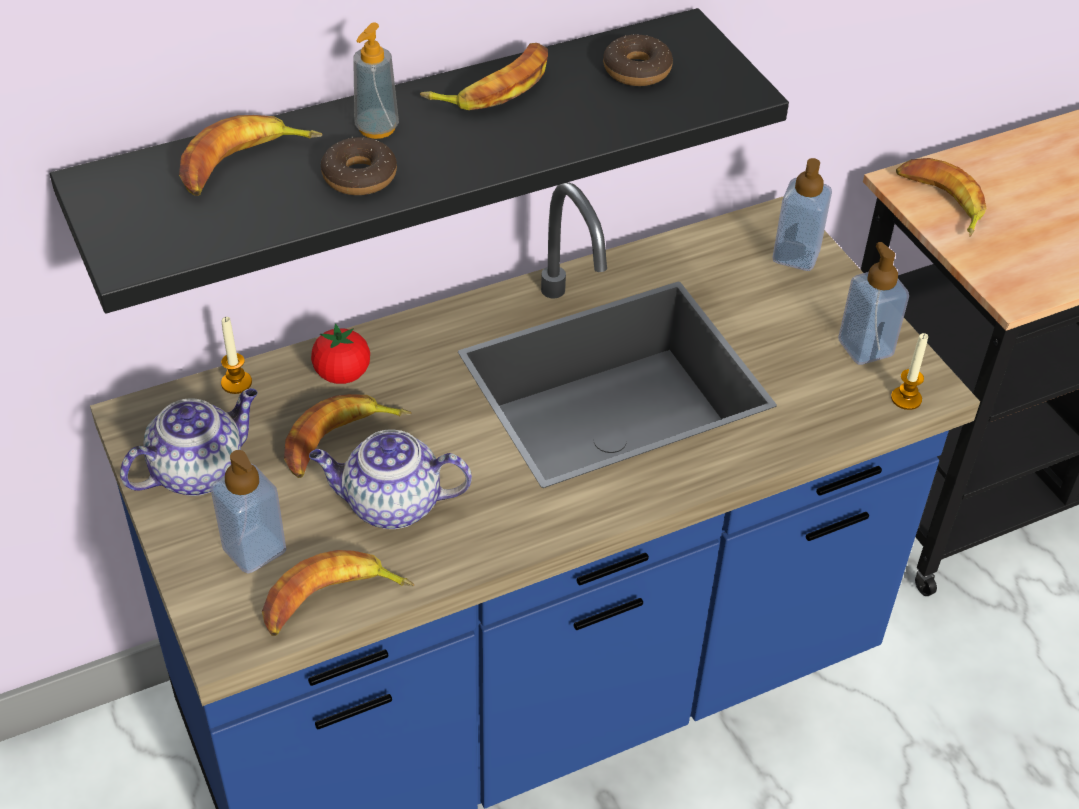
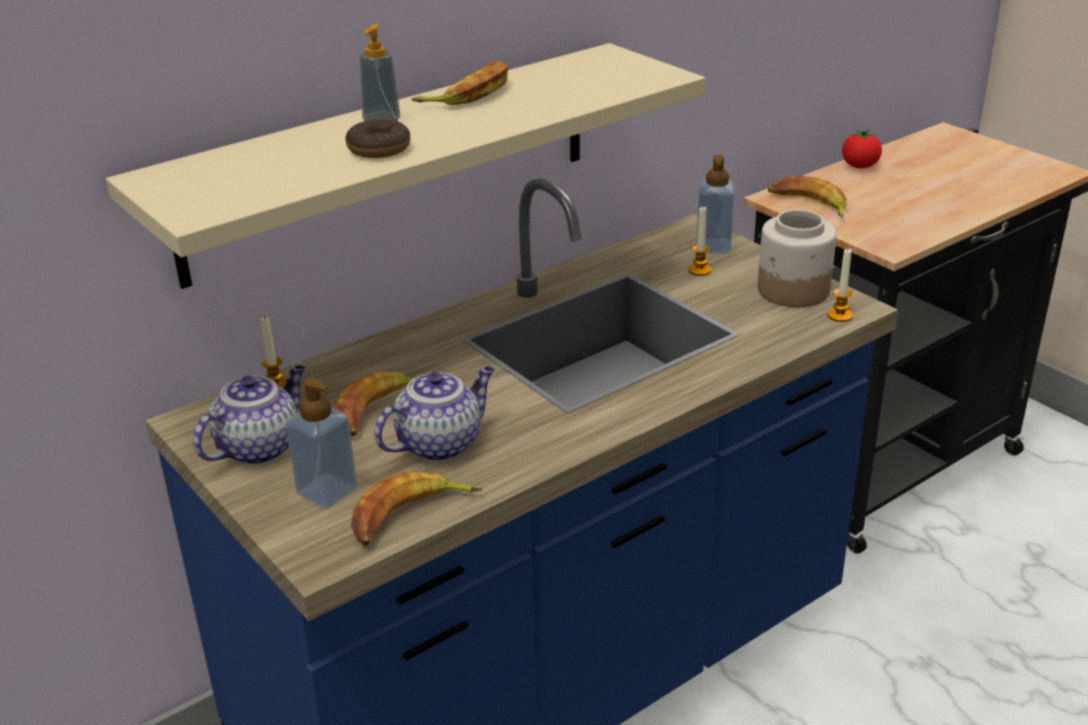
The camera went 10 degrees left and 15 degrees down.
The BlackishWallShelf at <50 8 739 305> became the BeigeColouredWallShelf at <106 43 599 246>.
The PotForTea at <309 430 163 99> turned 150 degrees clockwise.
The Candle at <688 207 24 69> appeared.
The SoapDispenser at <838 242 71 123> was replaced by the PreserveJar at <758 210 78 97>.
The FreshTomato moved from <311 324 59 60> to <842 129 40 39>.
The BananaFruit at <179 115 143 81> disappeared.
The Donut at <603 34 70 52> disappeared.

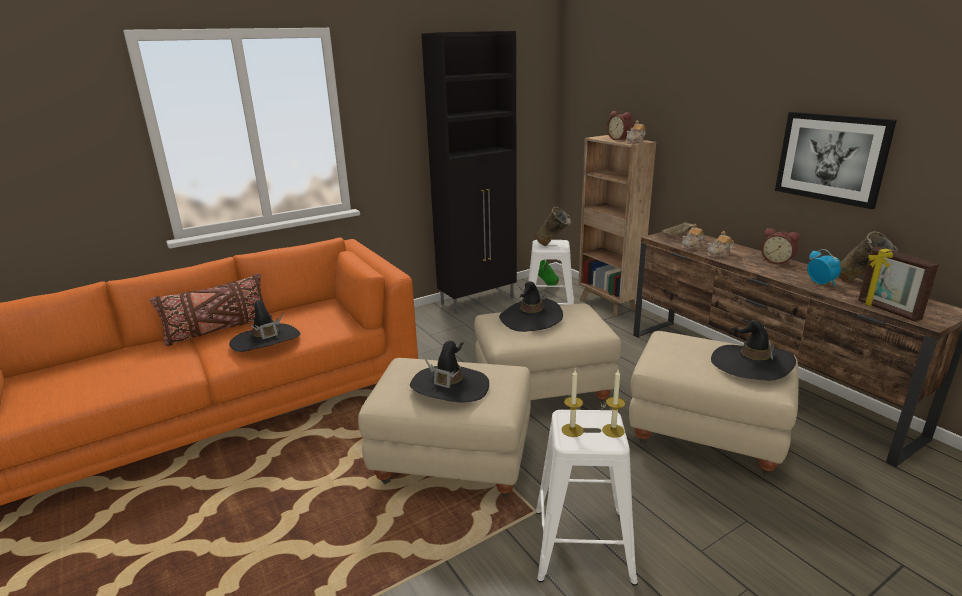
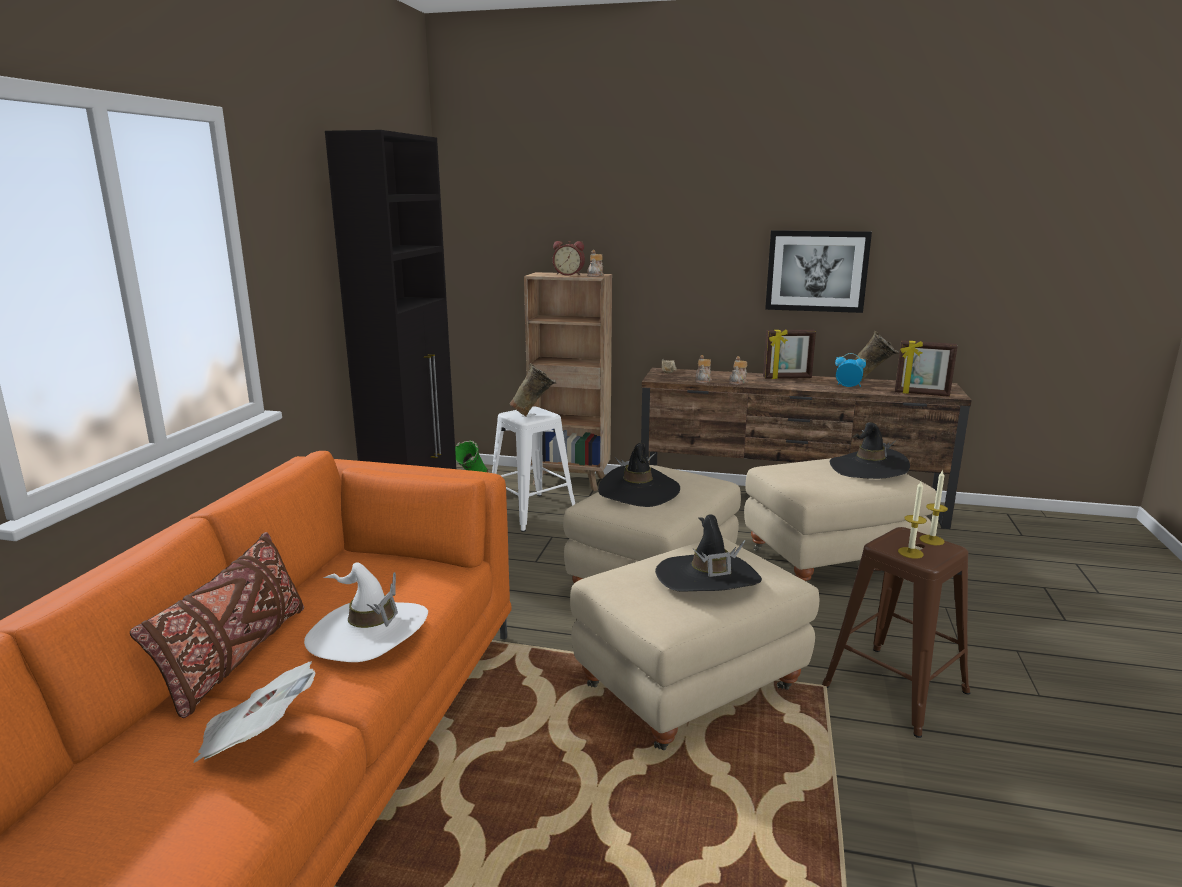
The camera went 45 degrees left and 5 degrees down.
The PrintedPaper at <194 661 121 102> appeared.
The BlackishWearableHat at <229 300 71 52> became the WhiteWearableHat at <304 562 124 100>.
The AlarmClock at <761 228 38 37> was replaced by the PhotoFrame at <763 329 53 50>.
The WhiteStool at <535 410 103 176> became the BrownColouredStool at <822 527 148 211>.

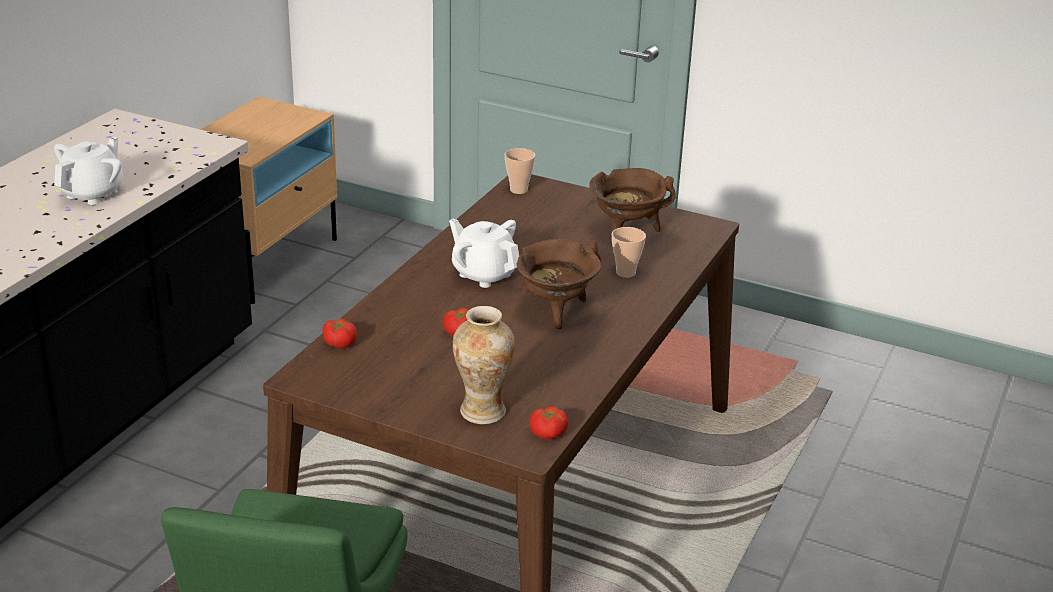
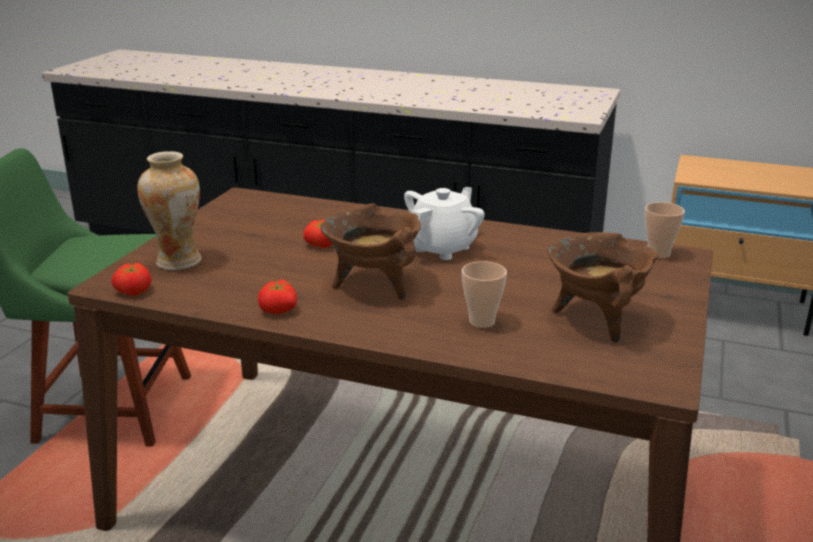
The camera went 85 degrees right and 5 degrees down.
The FreshTomato moved from <322 319 35 29> to <258 280 39 34>.
The WhitePotForTea at <54 137 69 68> disappeared.

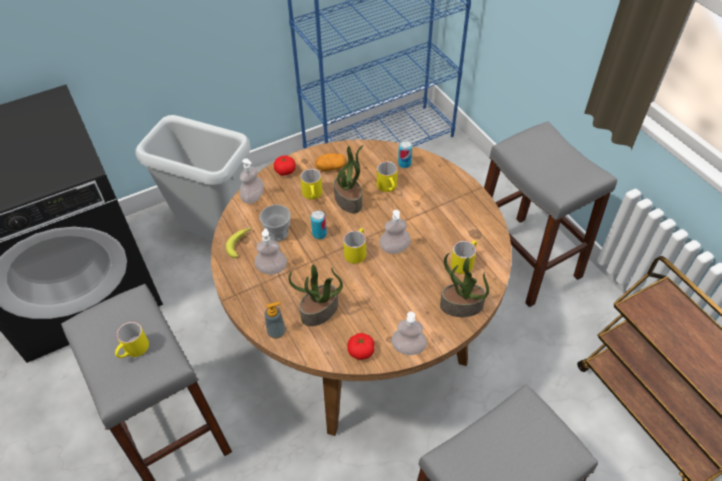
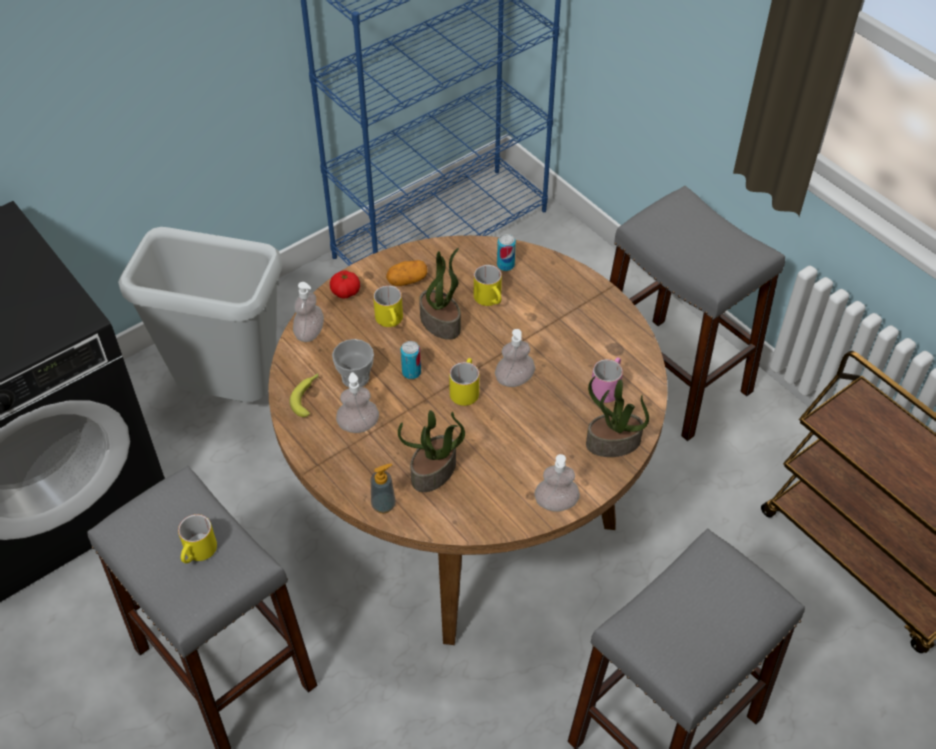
The camera went 10 degrees left and 0 degrees up.
The YellowColouredMug at <451 240 26 34> became the PinkMug at <592 357 31 46>.
The FreshTomato at <347 333 28 27> disappeared.

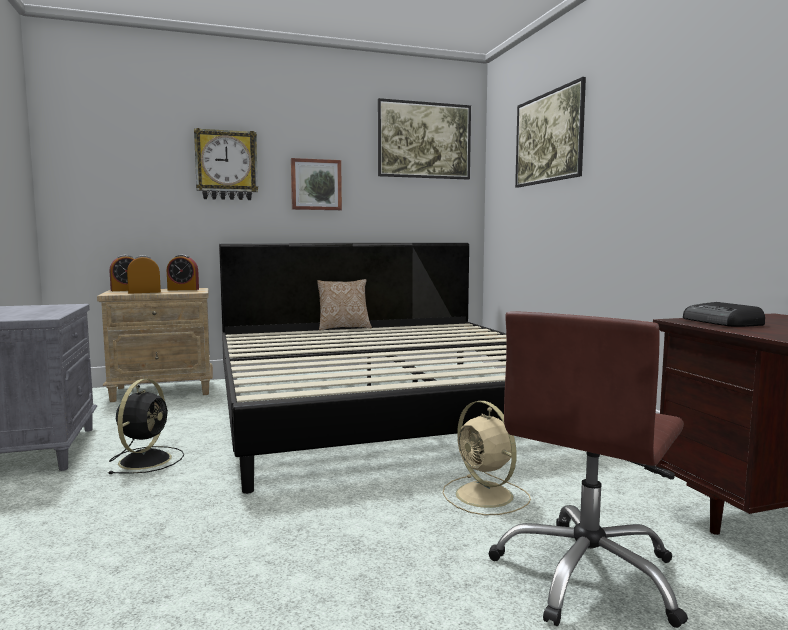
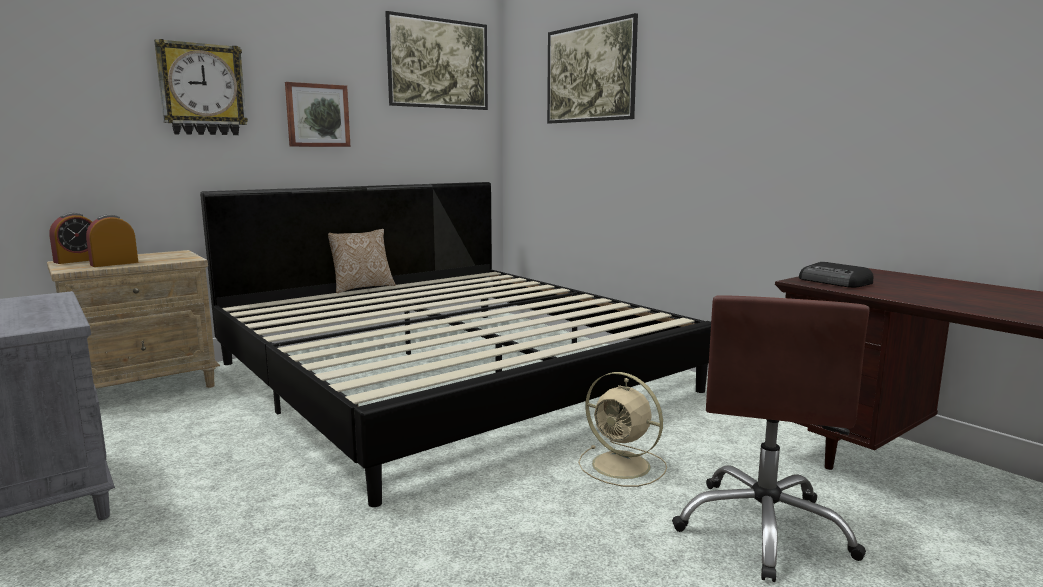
The camera went 20 degrees left and 5 degrees up.
The BlackishFan at <109 379 75 95> disappeared.
The AlarmClock at <167 255 32 35> disappeared.

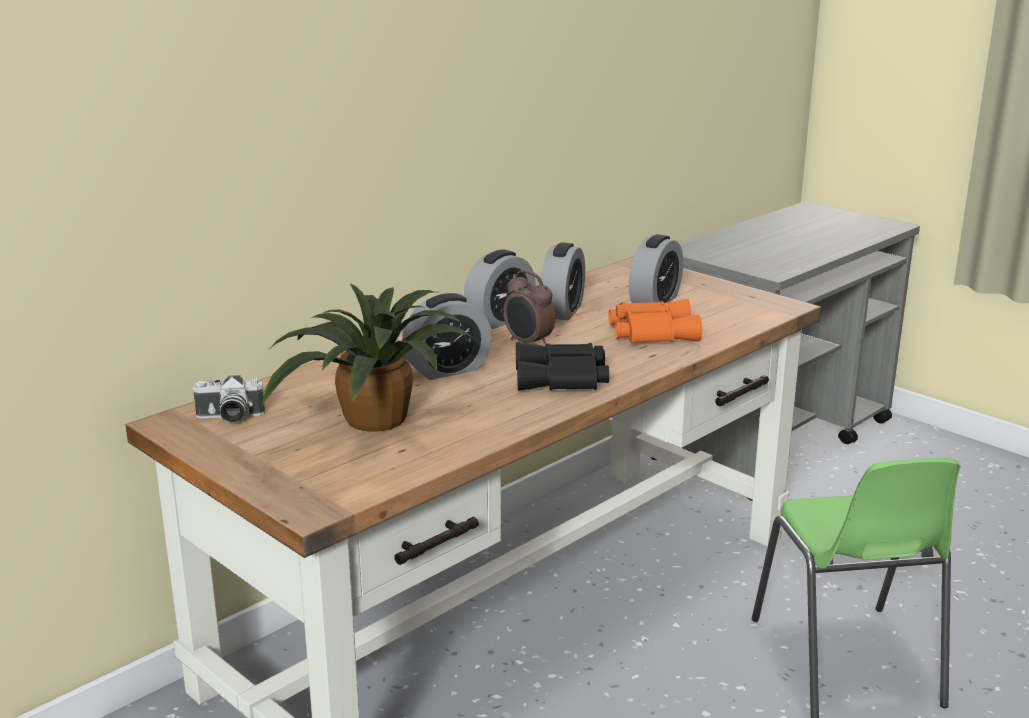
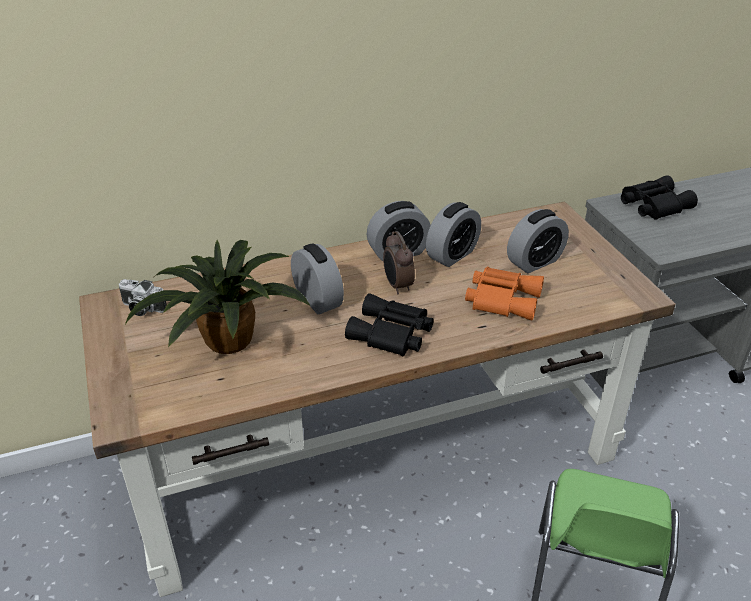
The camera went 25 degrees right and 15 degrees up.
The AlarmClock at <402 293 90 87> turned 120 degrees counterclockwise.
The BlackishFieldGlasses at <621 175 77 45> appeared.

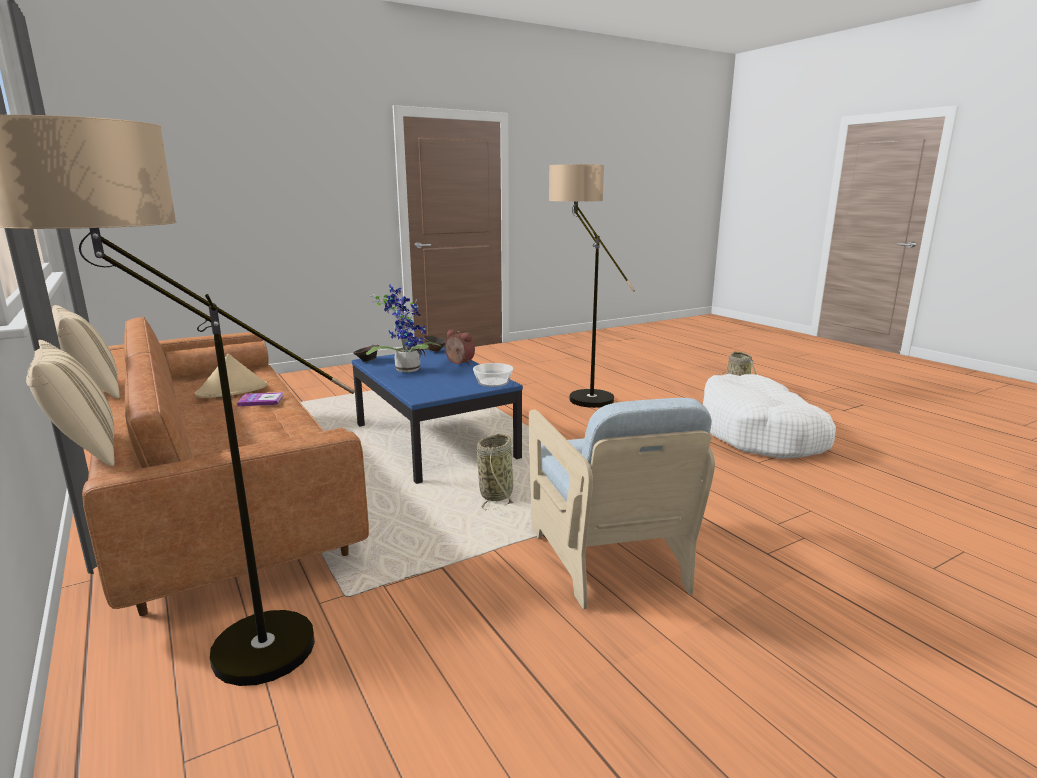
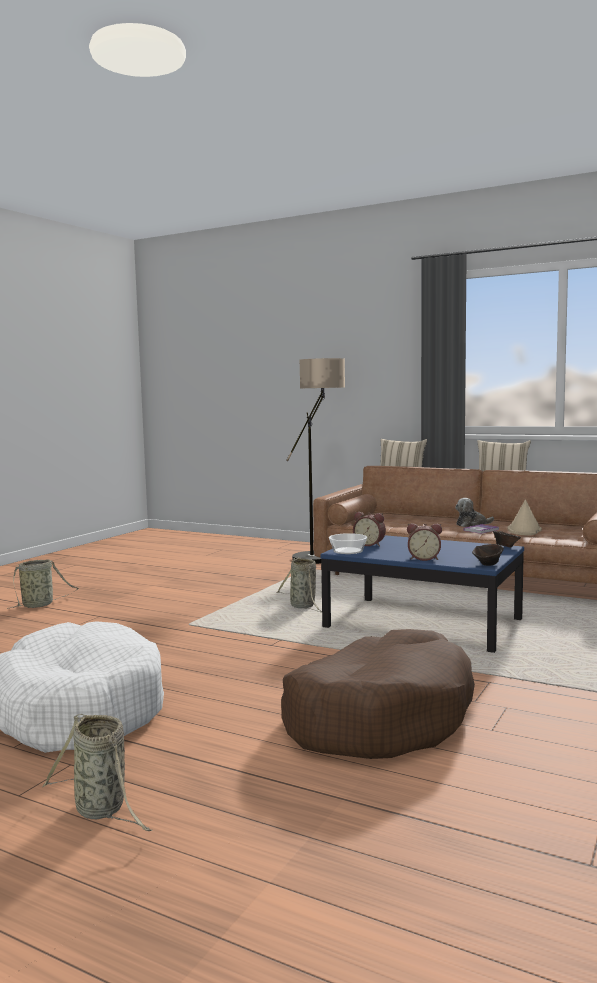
The camera went 150 degrees right and 10 degrees down.
The StorageBasket at <7 559 72 50> appeared.
The StandardLamp at <549 164 86 244> was replaced by the BrownColouredDogBed at <281 629 194 130>.
The AlarmClock at <353 512 33 34> appeared.
The CuddlyToy at <455 498 39 29> appeared.
The Houseplant at <366 284 75 88> disappeared.
The BeigeColouredLoungeChair at <529 398 186 211> disappeared.

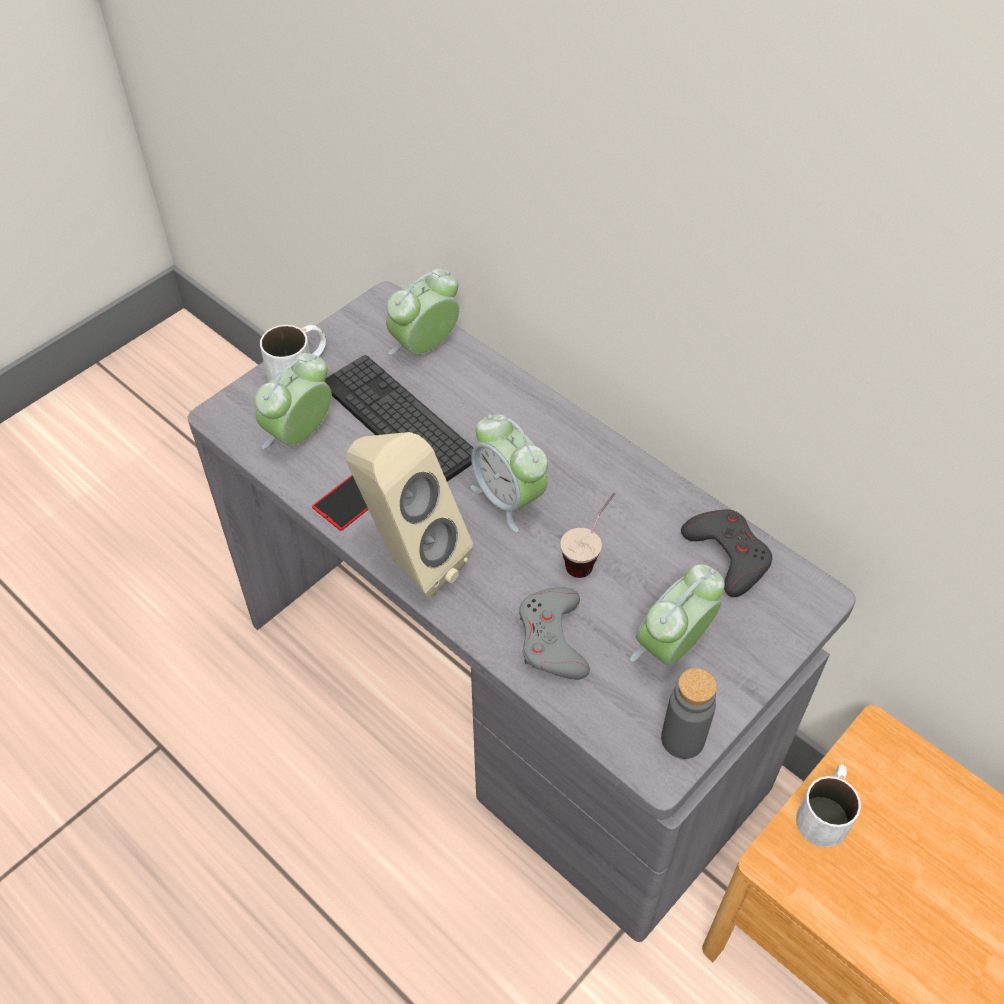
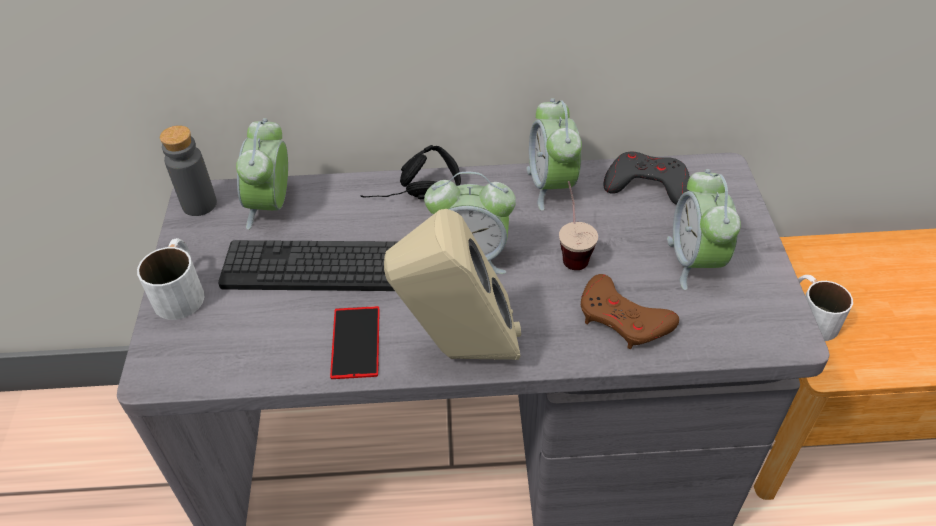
The camera went 45 degrees left and 5 degrees down.
The GreyishDrinkBottle moved from <661 668 56 91> to <160 125 57 91>.
The BlackishHeadphones at <360 145 101 54> appeared.
The AlarmClock moved from <255 353 77 96> to <526 98 56 113>.
The GreyishGamepad at <519 587 71 93> became the BrownColouredGamepad at <581 274 98 75>.

